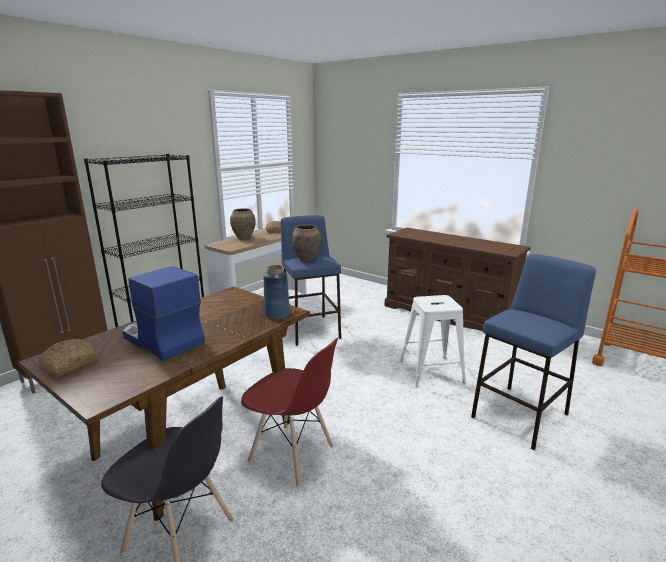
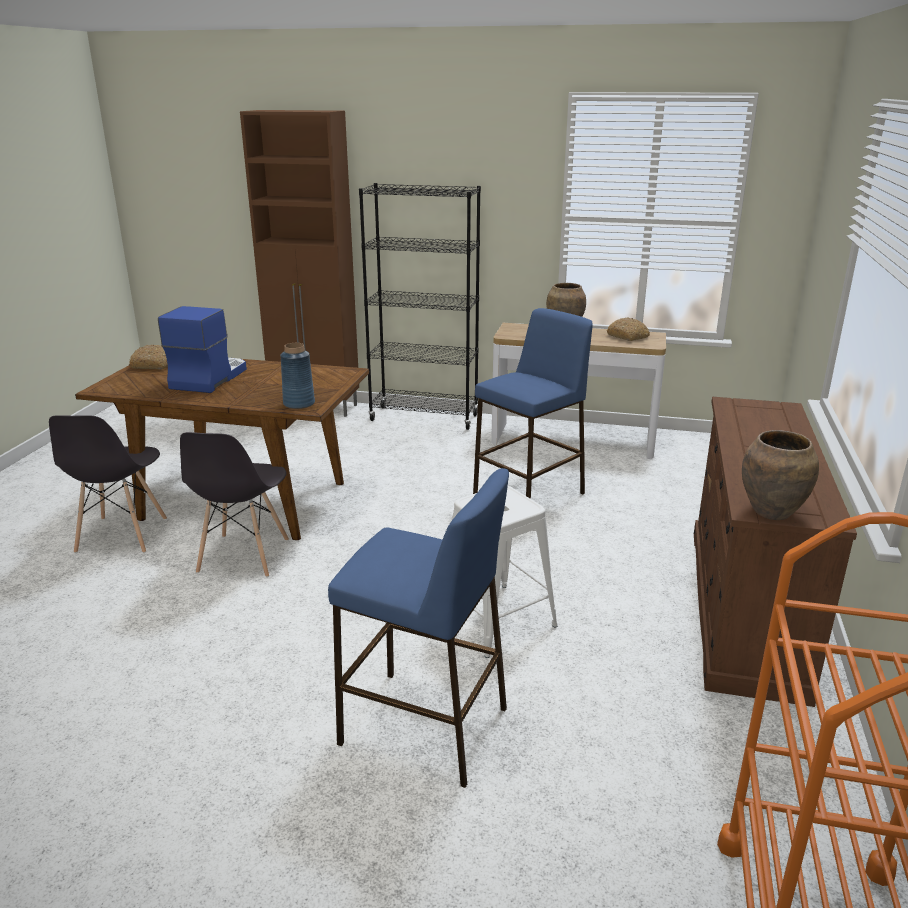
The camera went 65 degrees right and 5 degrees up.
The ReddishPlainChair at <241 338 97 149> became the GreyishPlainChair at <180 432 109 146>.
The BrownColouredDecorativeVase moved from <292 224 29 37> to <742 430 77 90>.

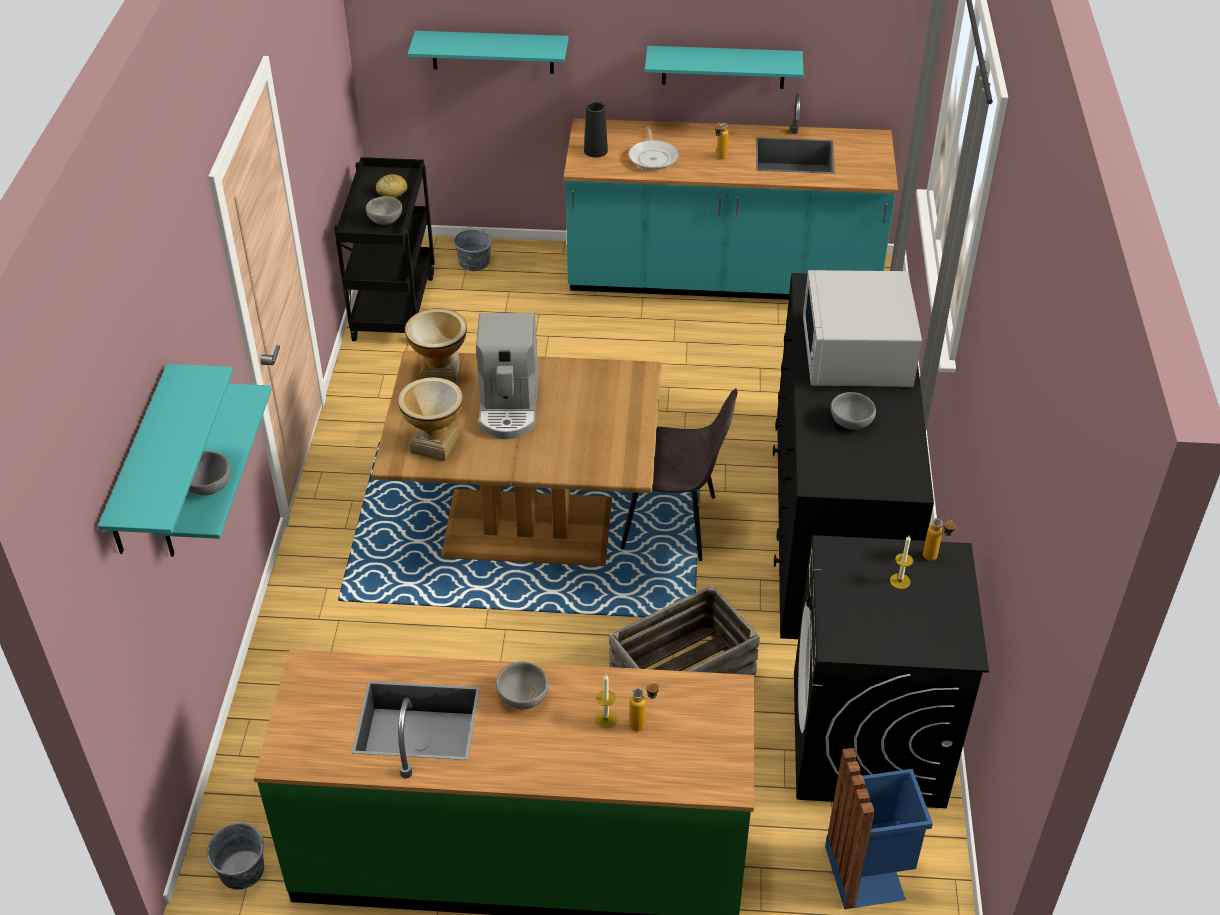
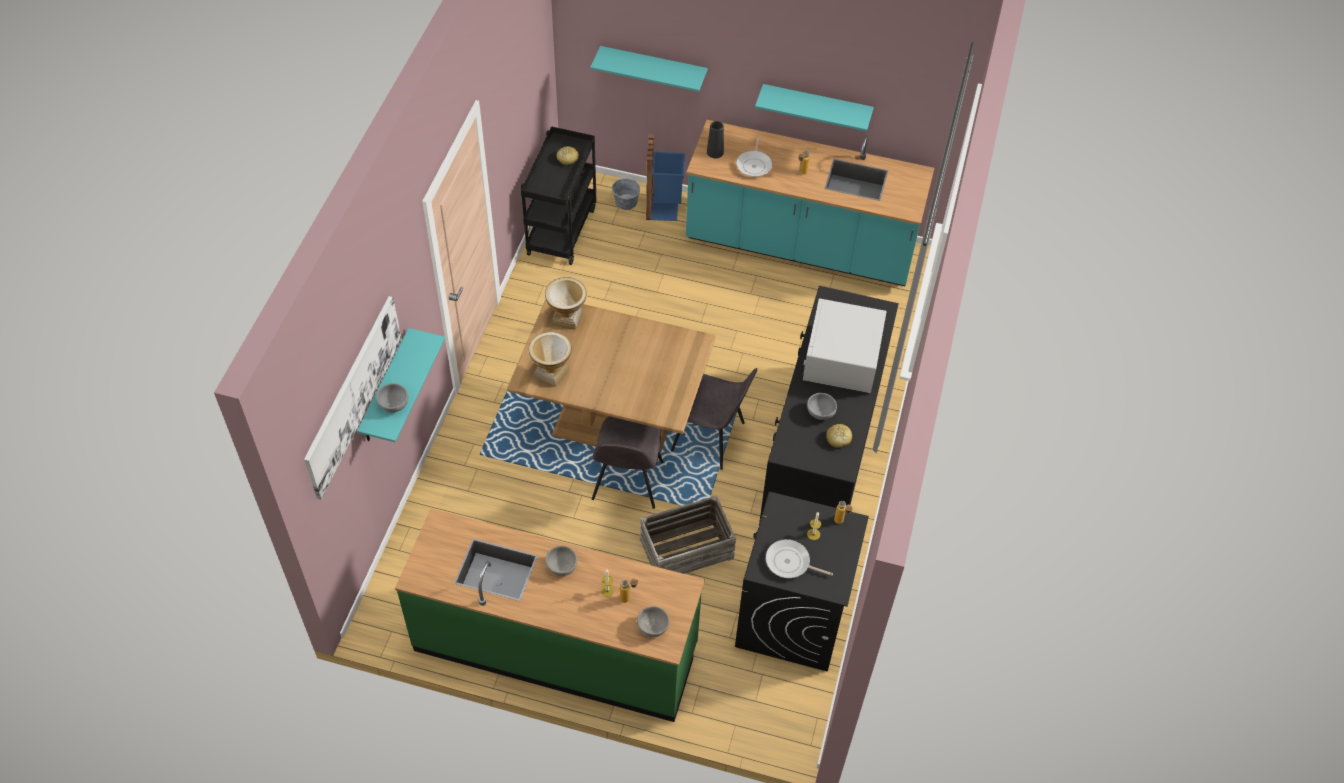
The camera went 10 degrees right and 10 degrees up.
The BlueGreenWallShelf at <98 364 135 190> was replaced by the WallArt at <304 296 98 204>.
The GreyishPlainChair at <592 416 72 93> appeared.
The GreyishDeepDish moved from <366 196 36 29> to <637 606 33 31>.
The BluishRubbishBin moved from <825 748 108 161> to <646 134 39 87>.
The Pan at <766 539 67 39> appeared.
The BakedBread at <826 424 26 24> appeared.
The GreyishWaterBucket at <207 823 57 67> disappeared.
The CoffeeBrewer at <476 313 62 126> disappeared.

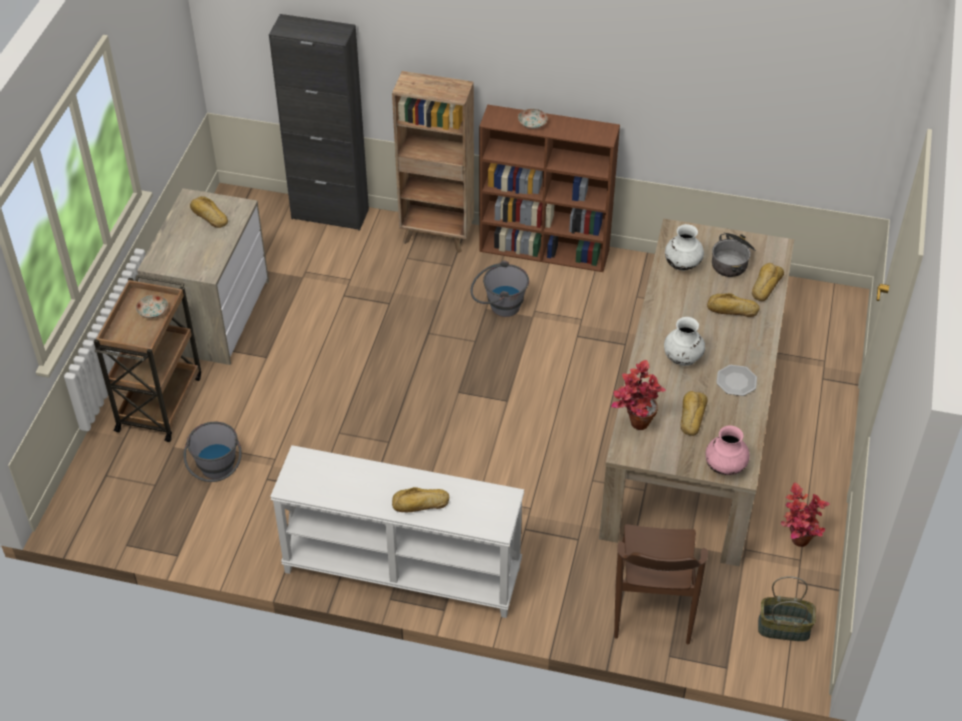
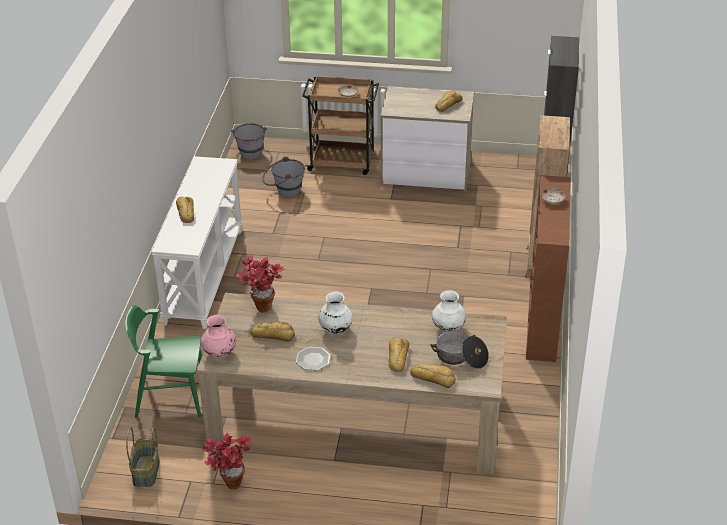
The camera went 85 degrees right and 10 degrees down.
The BrownColouredPlainChair at <614 524 94 120> became the GreenishPlainChair at <125 305 77 113>.
The GreyishWaterBucket moved from <470 261 59 56> to <231 123 36 37>.

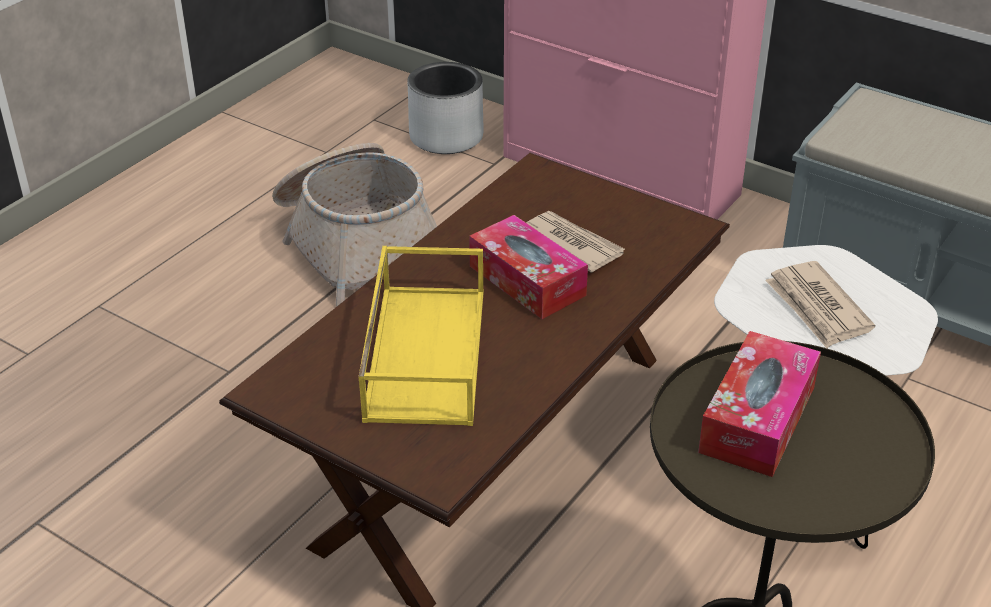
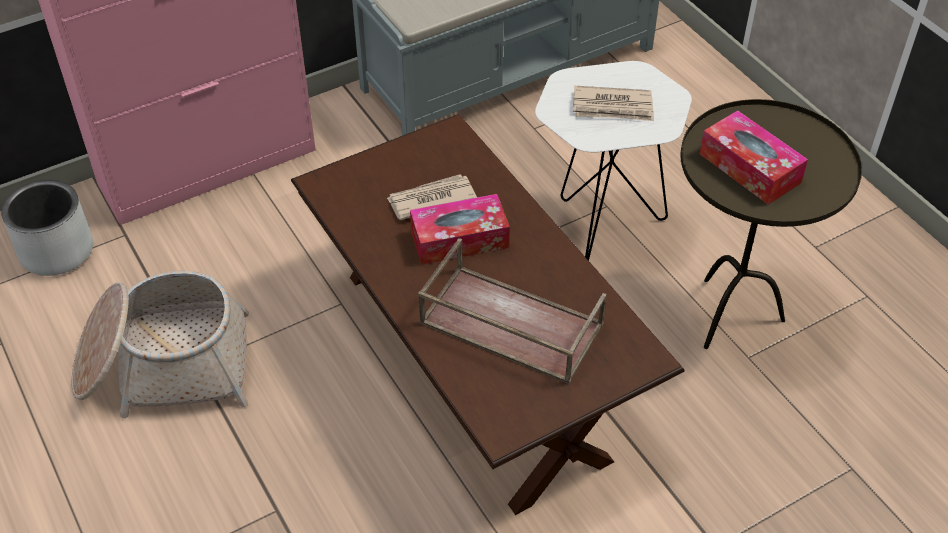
The camera went 65 degrees left and 10 degrees up.
The YellowColouredTray at <359 246 125 180> became the BrownColouredTray at <418 238 189 146>.

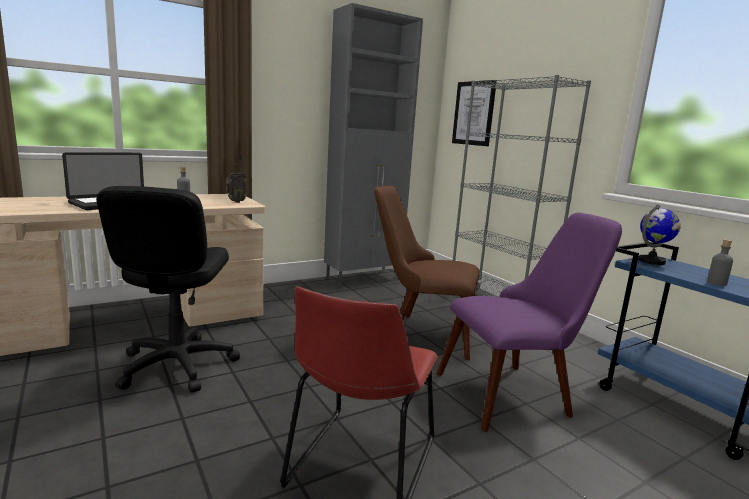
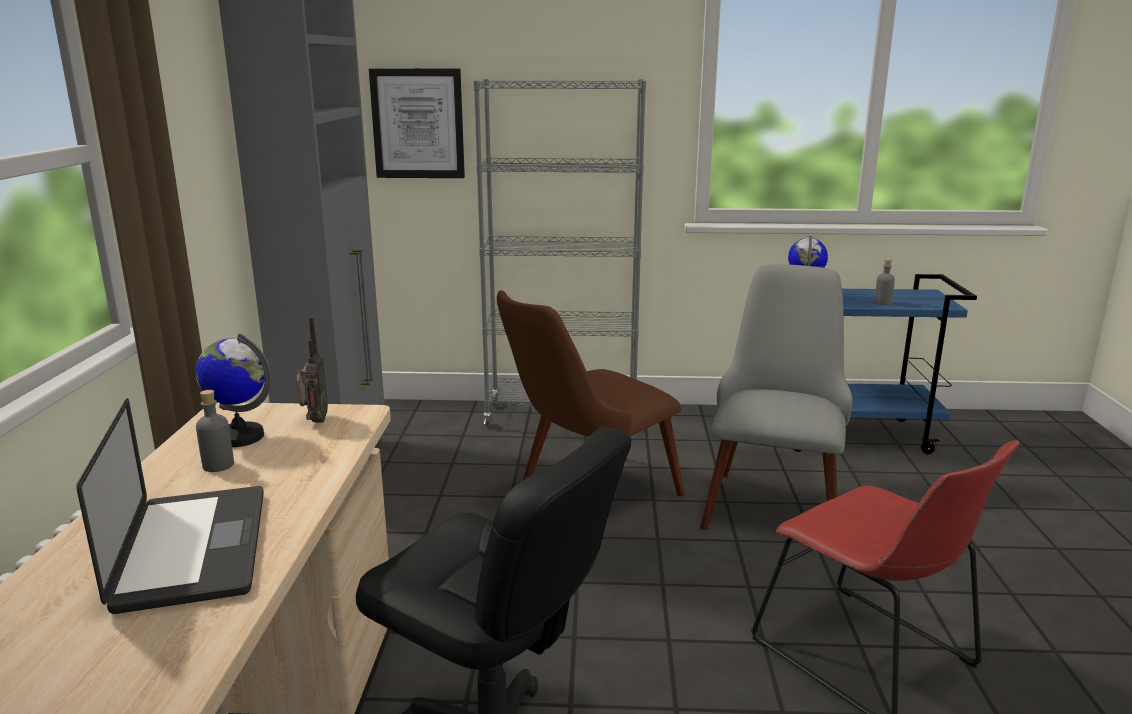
The camera went 55 degrees left and 5 degrees up.
The WorldGlobe at <195 333 77 114> appeared.
The PurplishPlainChair at <437 213 185 219> became the GreyishPlainChair at <700 264 152 266>.

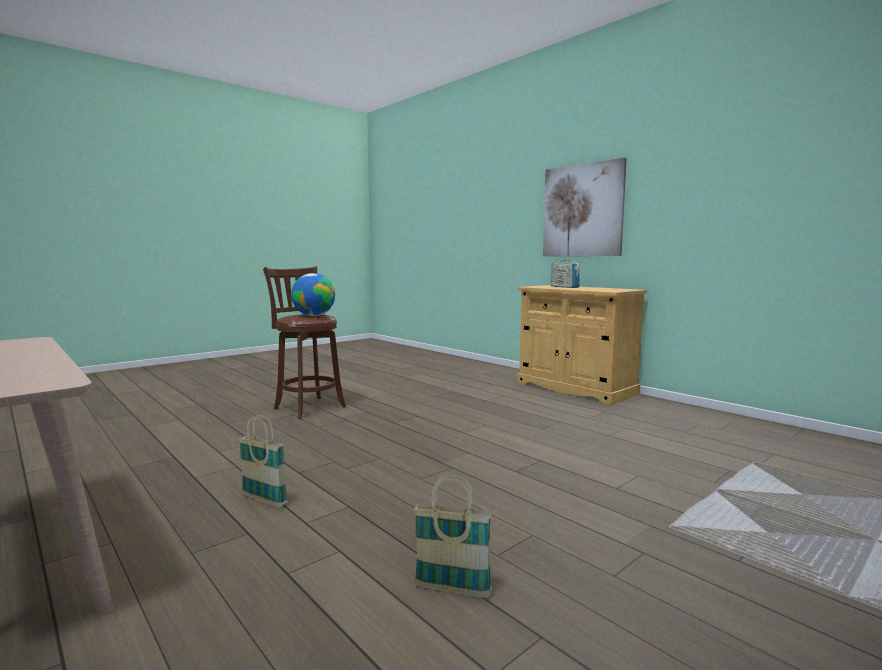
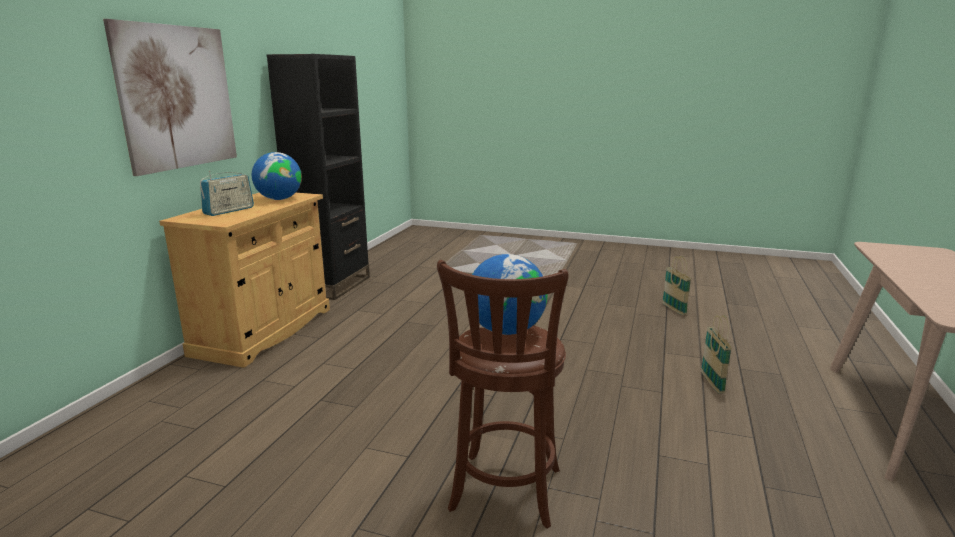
The camera went 120 degrees left and 10 degrees up.
The WorldGlobe at <252 152 50 48> appeared.
The BlackishBookcase at <266 54 104 246> appeared.

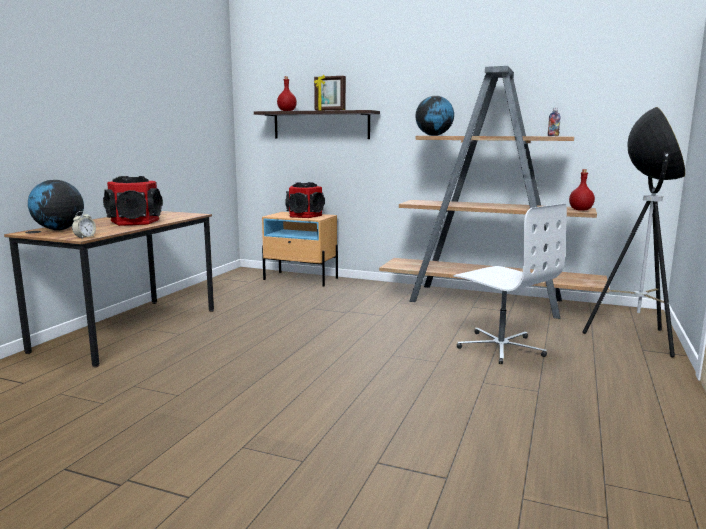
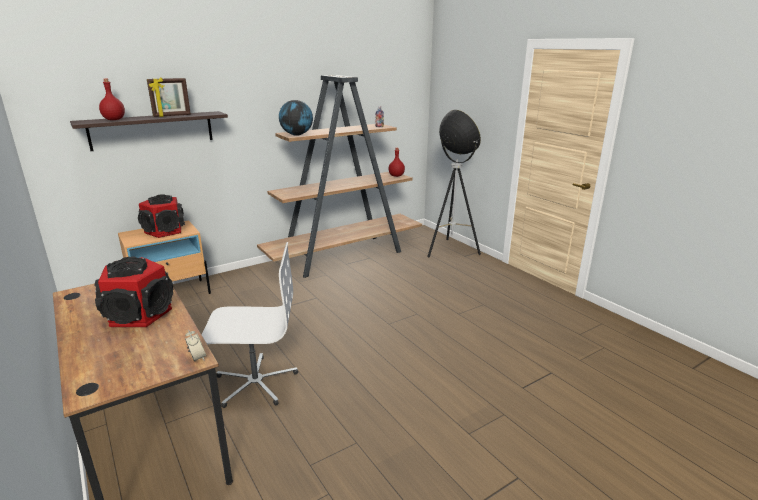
The camera went 55 degrees left and 10 degrees up.
The WhiteComputerChair moved from <453 203 114 161> to <202 242 96 166>.
The WorldGlobe at <28 180 56 50> disappeared.

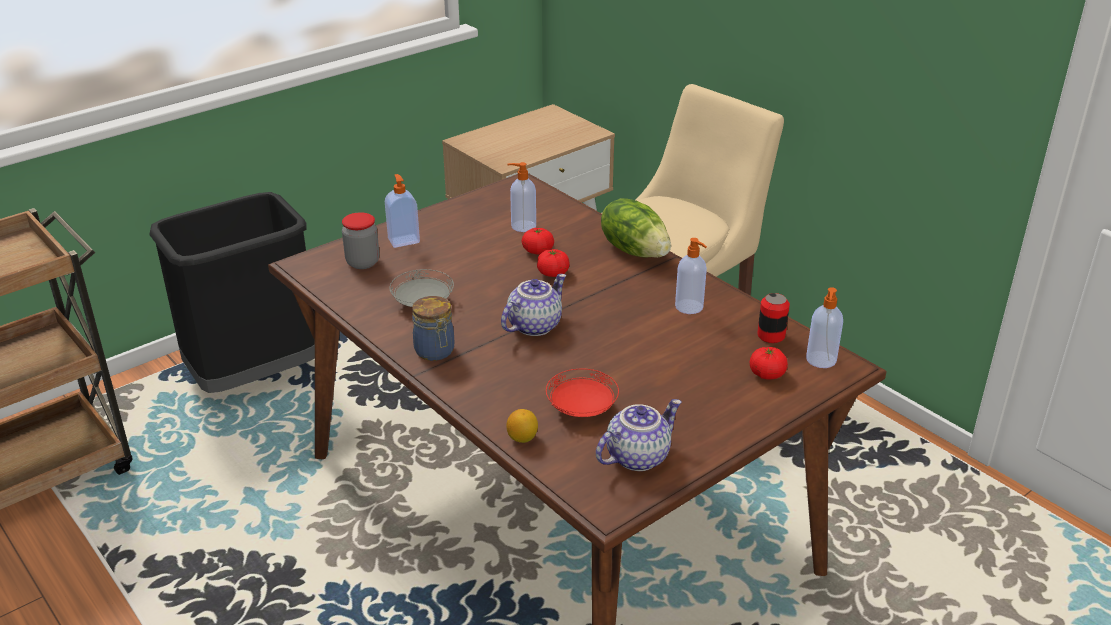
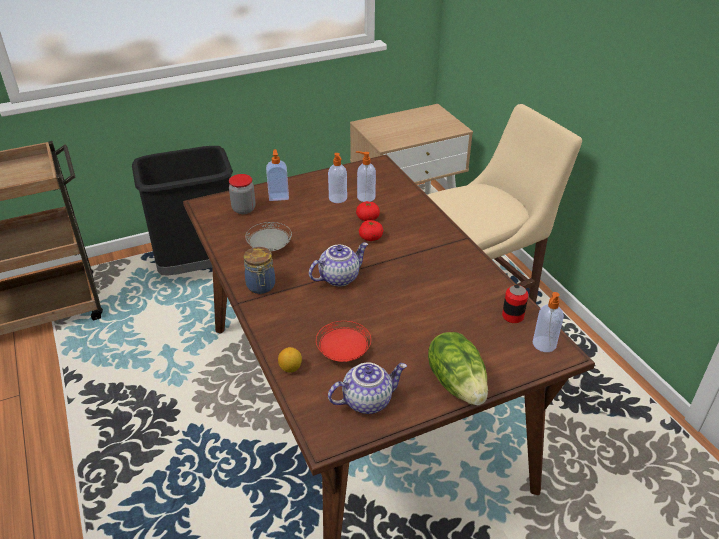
The camera went 15 degrees right and 5 degrees up.
The SoapDispenser moved from <675 238 32 76> to <328 153 19 50>.
The LettuceHead moved from <601 198 70 60> to <428 332 60 73>.
The FreshTomato at <750 347 38 32> disappeared.

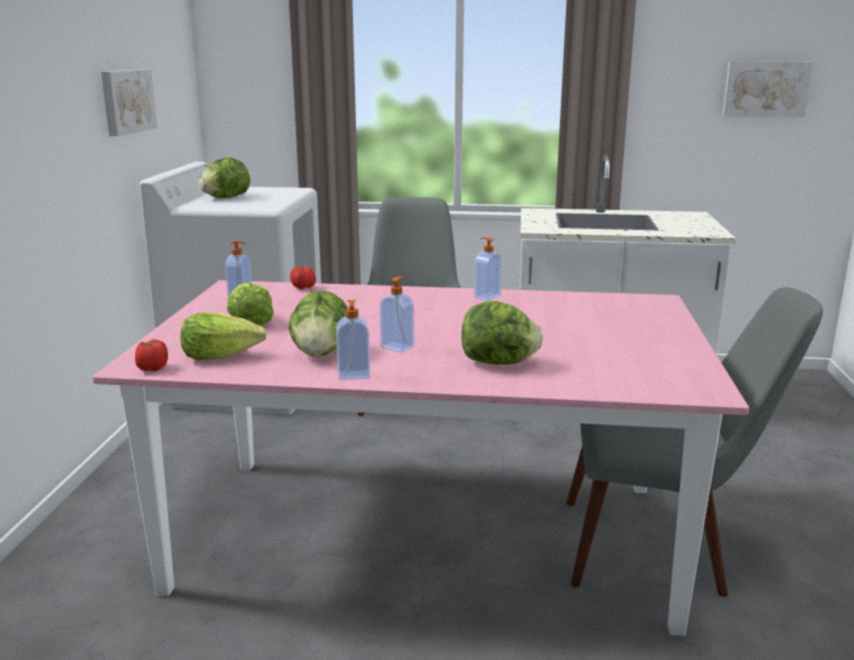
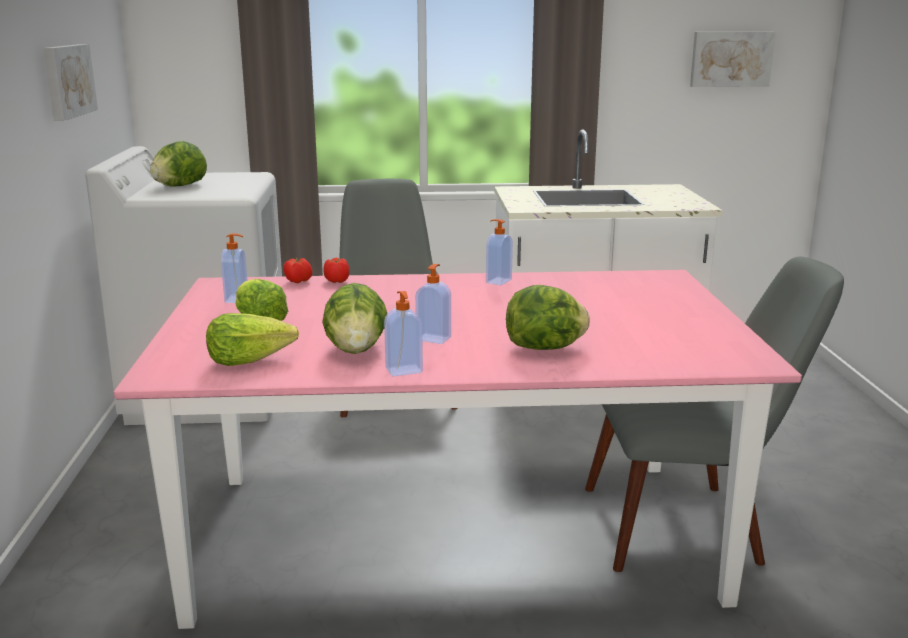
The camera went 10 degrees left and 0 degrees up.
The FreshTomato moved from <135 339 33 32> to <323 258 27 25>.

